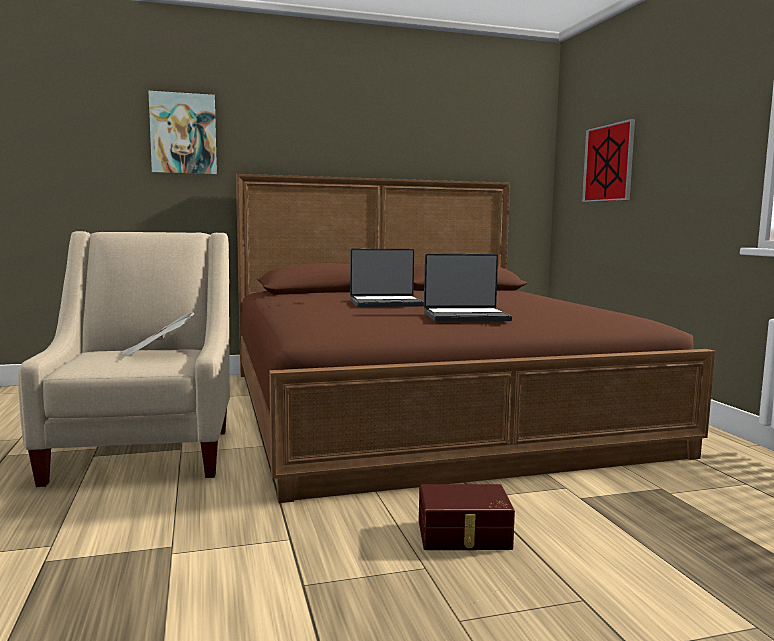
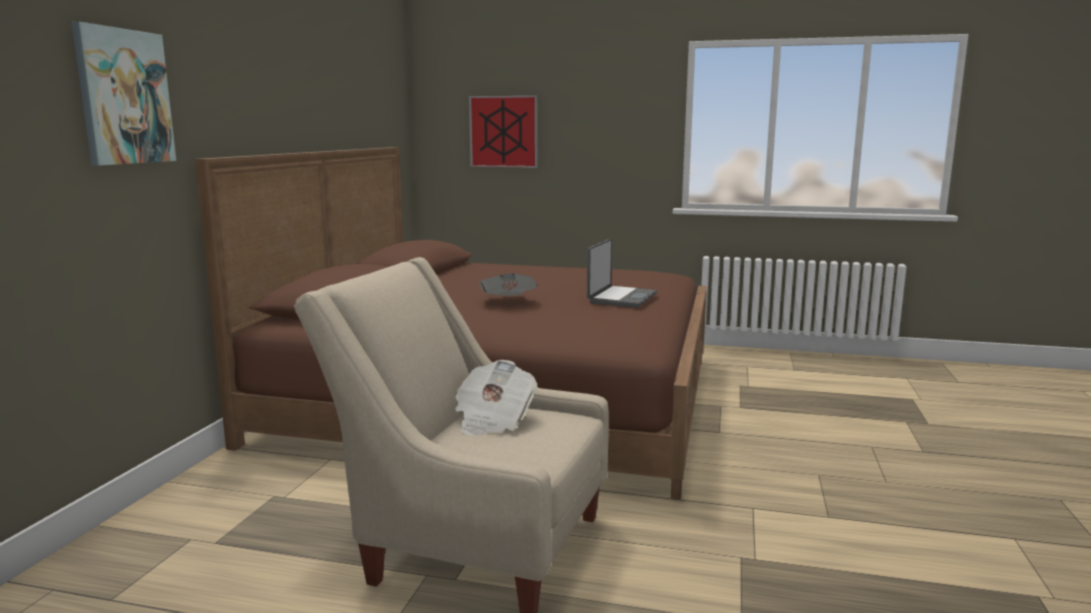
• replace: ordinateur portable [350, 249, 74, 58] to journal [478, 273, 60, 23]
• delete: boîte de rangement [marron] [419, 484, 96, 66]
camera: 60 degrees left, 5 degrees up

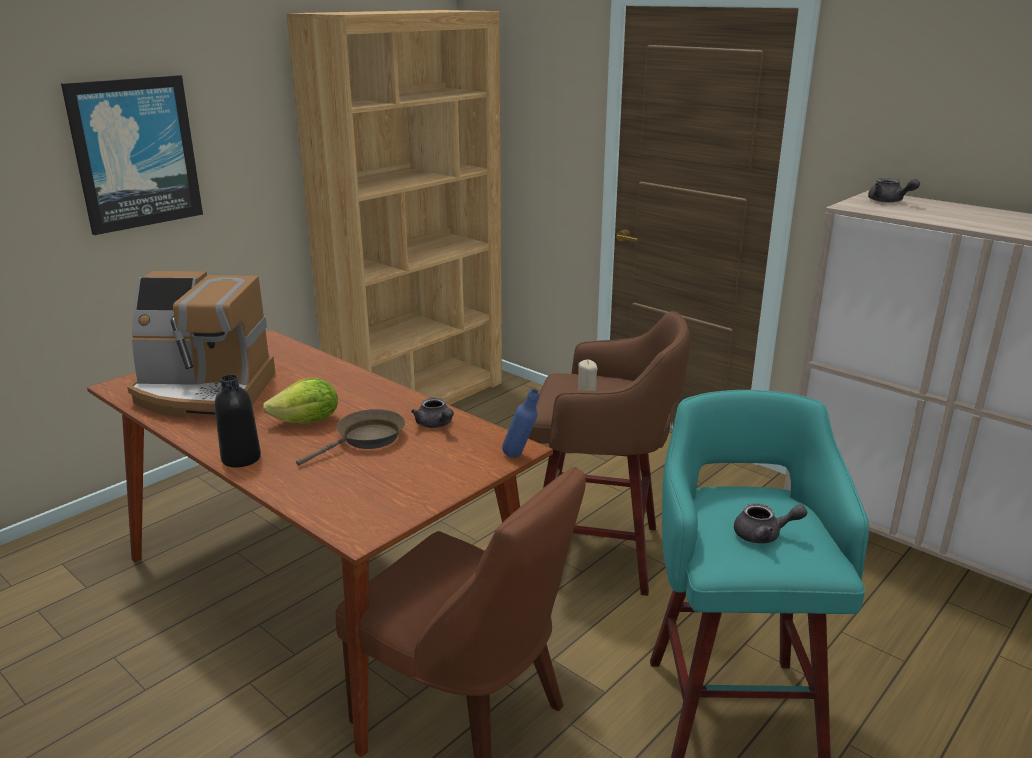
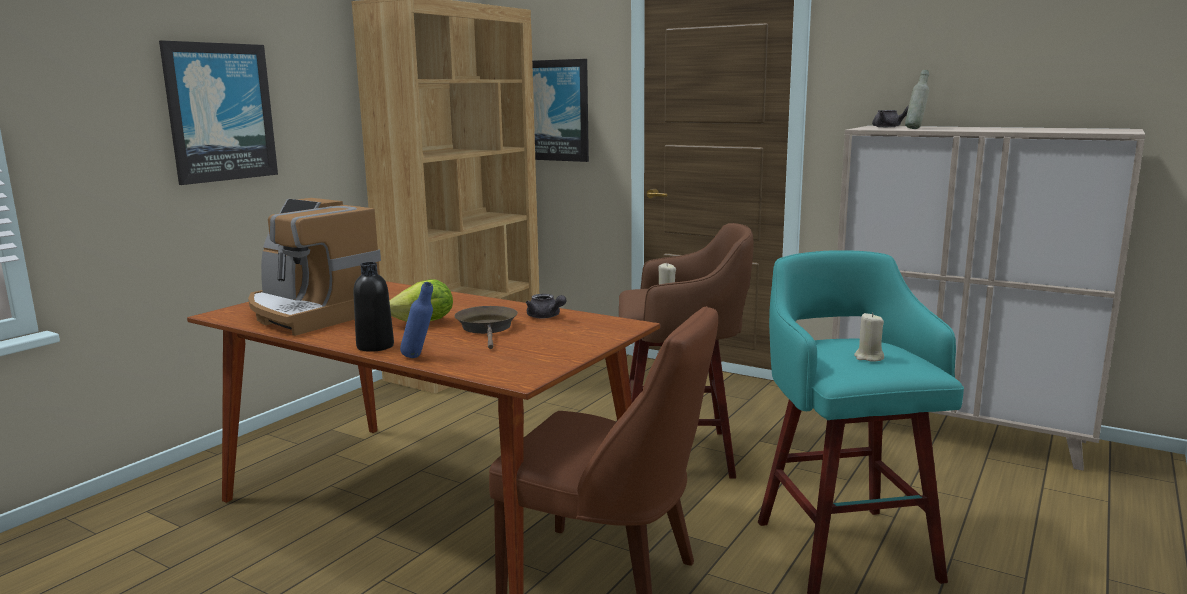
• rotate: machine à café [127, 271, 149, 147] = [248, 198, 133, 138] 45 degrees clockwise
• move: bouteille [bleu] [502, 388, 37, 70] to [400, 282, 33, 76]
• rotate: poêle [marron] [296, 409, 109, 57] = [455, 306, 62, 43] 45 degrees counterclockwise
• insert: tableau [532, 59, 57, 103]
• replace: théière [gris] [734, 503, 73, 41] to bougie [beige] [854, 313, 30, 48]
• insert: bouteille [gris] [905, 70, 24, 59]
camera: 10 degrees left, 10 degrees down

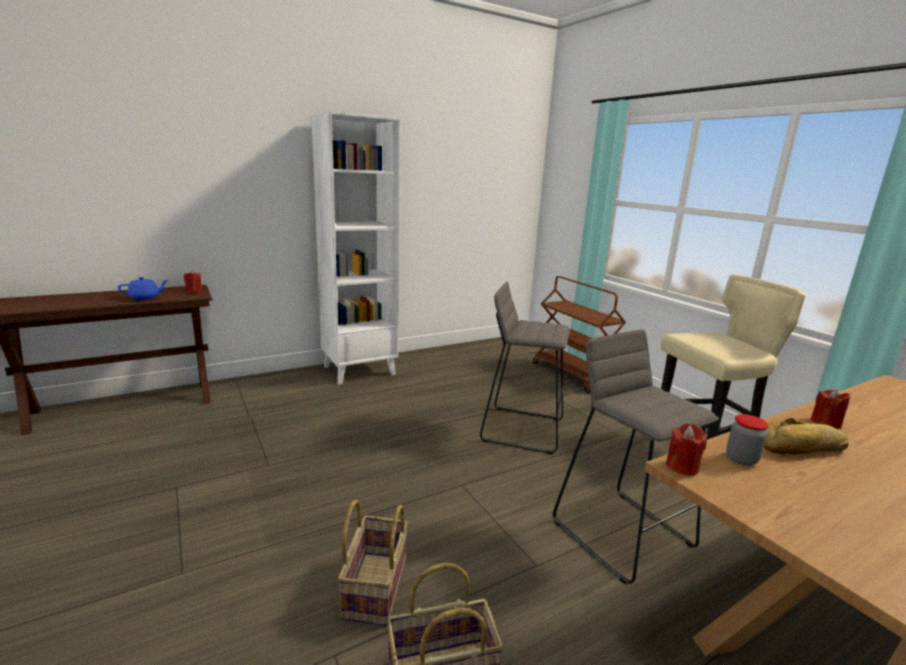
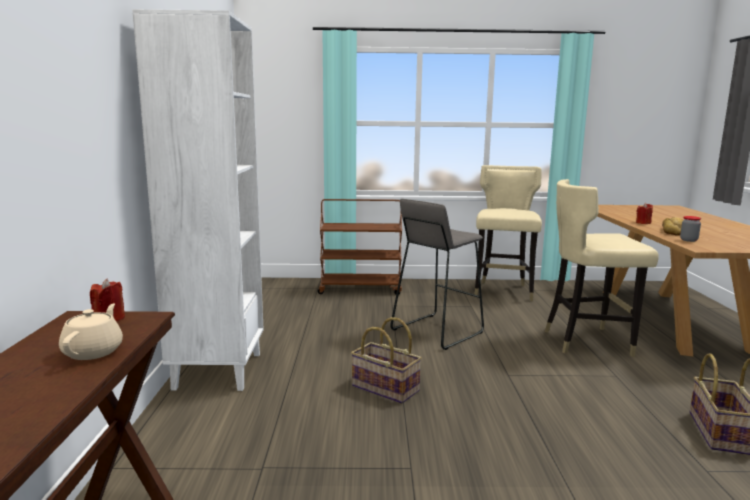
• recolor: théière [bleu] [118, 277, 51, 23] to théière [beige] [59, 303, 64, 57]
• move: panier [338, 500, 70, 126] to [351, 317, 71, 87]
• replace: tabouret [gris] [553, 329, 166, 255] to chaise [beige] [545, 179, 114, 178]
• delete: bougie [rouge] [666, 424, 41, 52]
camera: 60 degrees left, 5 degrees down

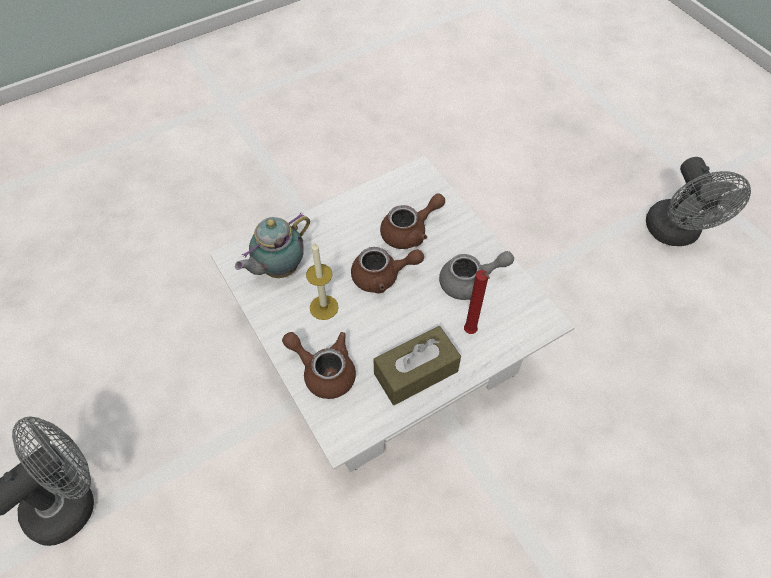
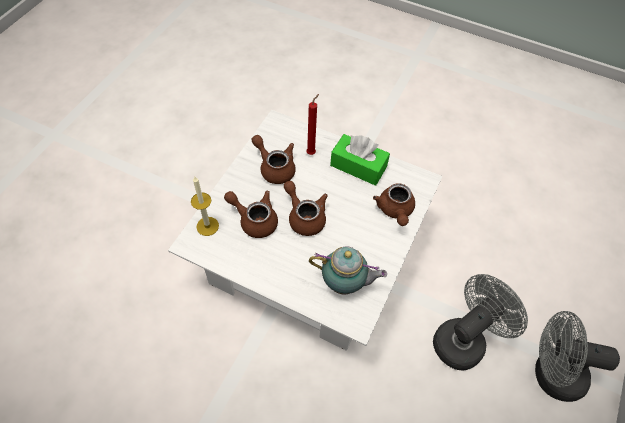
• move: bougie [306, 242, 33, 78] to [191, 177, 28, 59]
• recolor: théière [gris] [439, 251, 75, 49] to théière [marron] [252, 135, 44, 49]
• recolor: boîte à mouchoirs [marron] [373, 326, 88, 79] to boîte à mouchoirs [vert] [330, 134, 60, 52]
• move: ventilateur [gris] [646, 157, 105, 89] to [433, 274, 95, 96]
camera: 125 degrees left, 0 degrees up

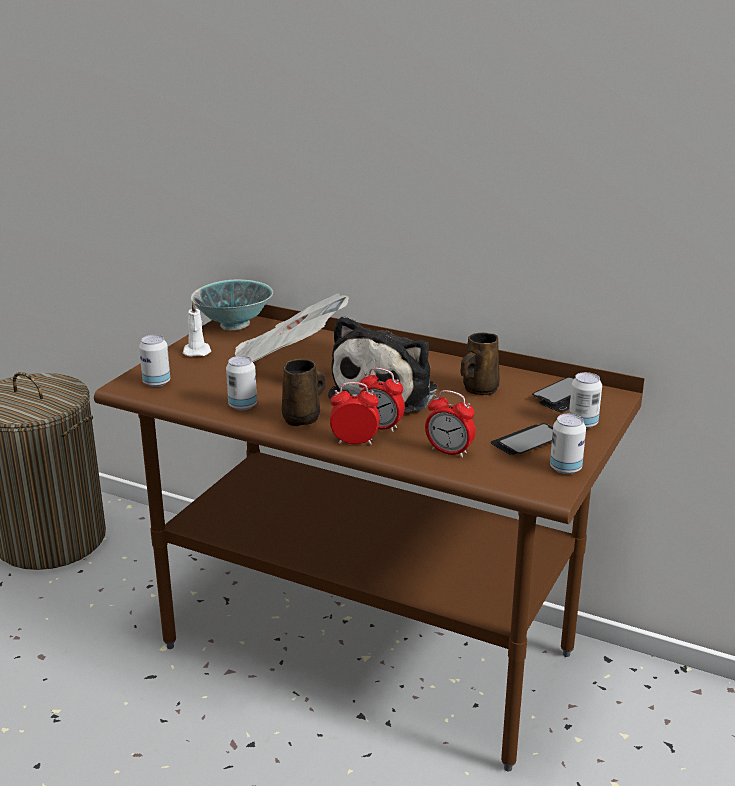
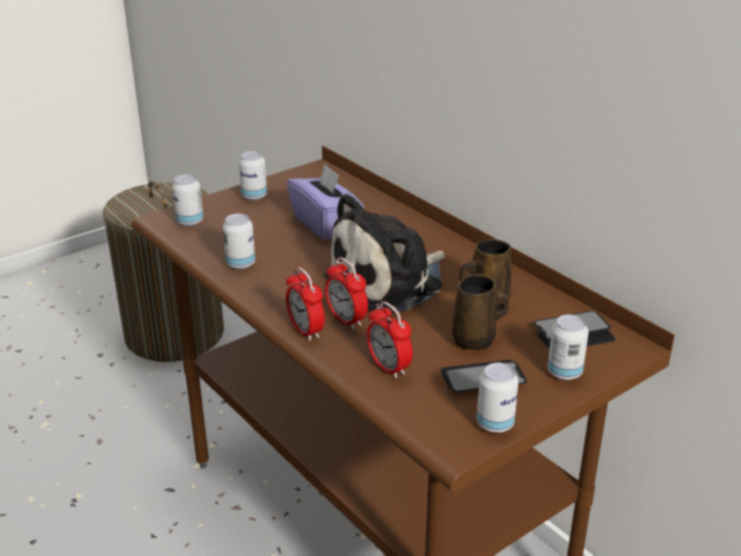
• replace: bougie [blanc] [183, 300, 28, 57] to boîte métallique [239, 151, 28, 50]
• rotate: réveil [330, 382, 50, 63] = [286, 267, 39, 74] 150 degrees counterclockwise
• replace: journal [235, 293, 114, 69] to boîte à mouchoirs [violet] [287, 164, 77, 76]
• move: mug [marron] [282, 359, 44, 67] to [452, 274, 57, 76]
• delete: bol [191, 279, 82, 52]
camera: 25 degrees right, 5 degrees up

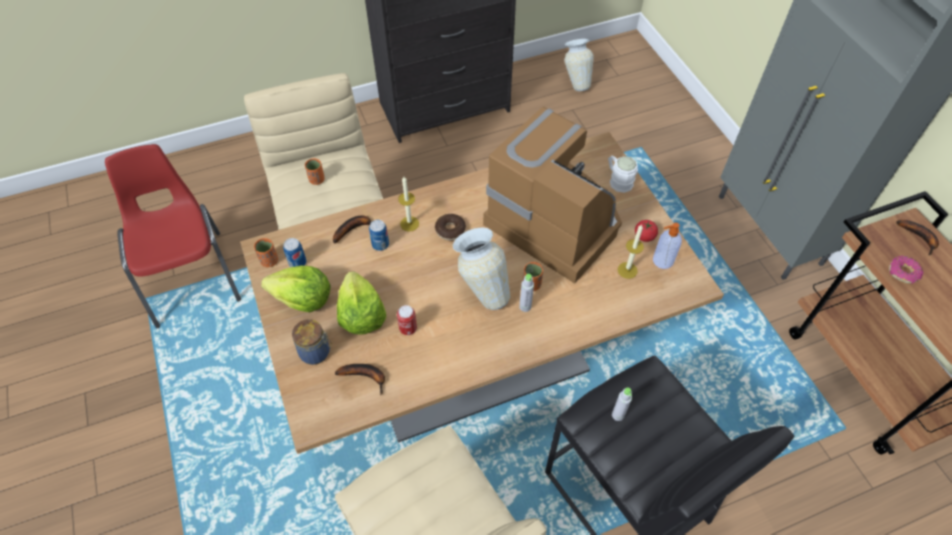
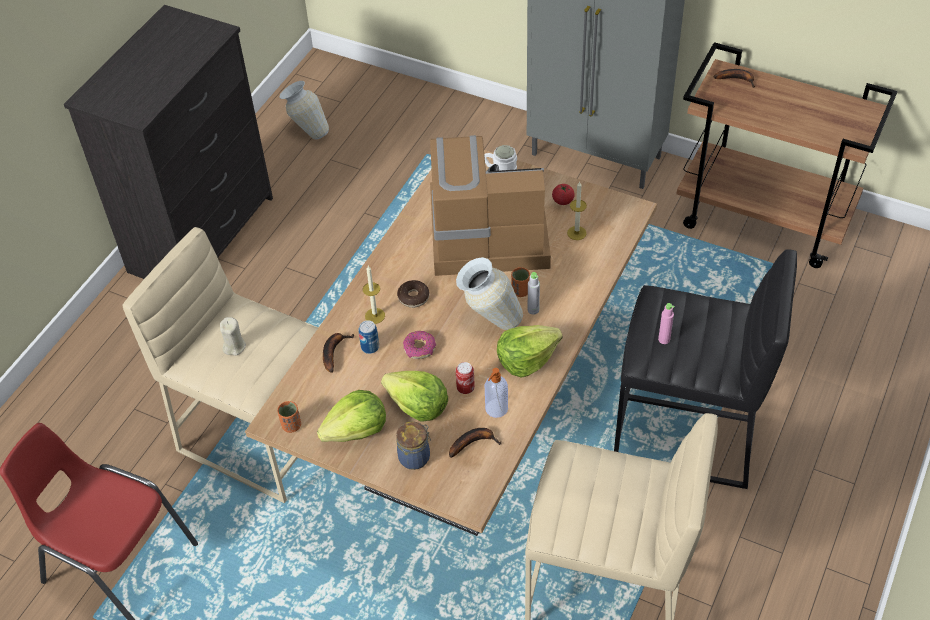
• replace: tasse [orange] [305, 158, 20, 27] to bougie [beige] [220, 317, 26, 39]
• move: beignet [889, 256, 34, 28] to [403, 331, 33, 28]
• move: distributeur de savon [653, 223, 29, 46] to [485, 368, 23, 50]
• insert: laitue [497, 325, 66, 53]
• recolor: bouteille [gris] [612, 387, 20, 34] to bouteille [rose] [658, 303, 16, 41]
• delete: boîte métallique [283, 238, 23, 29]
camera: 40 degrees left, 5 degrees down

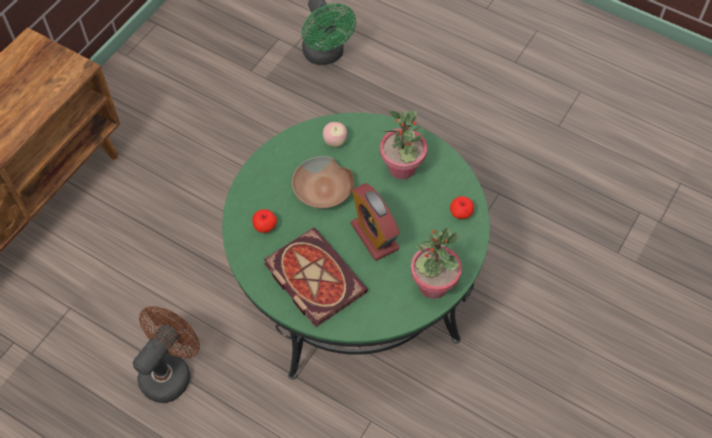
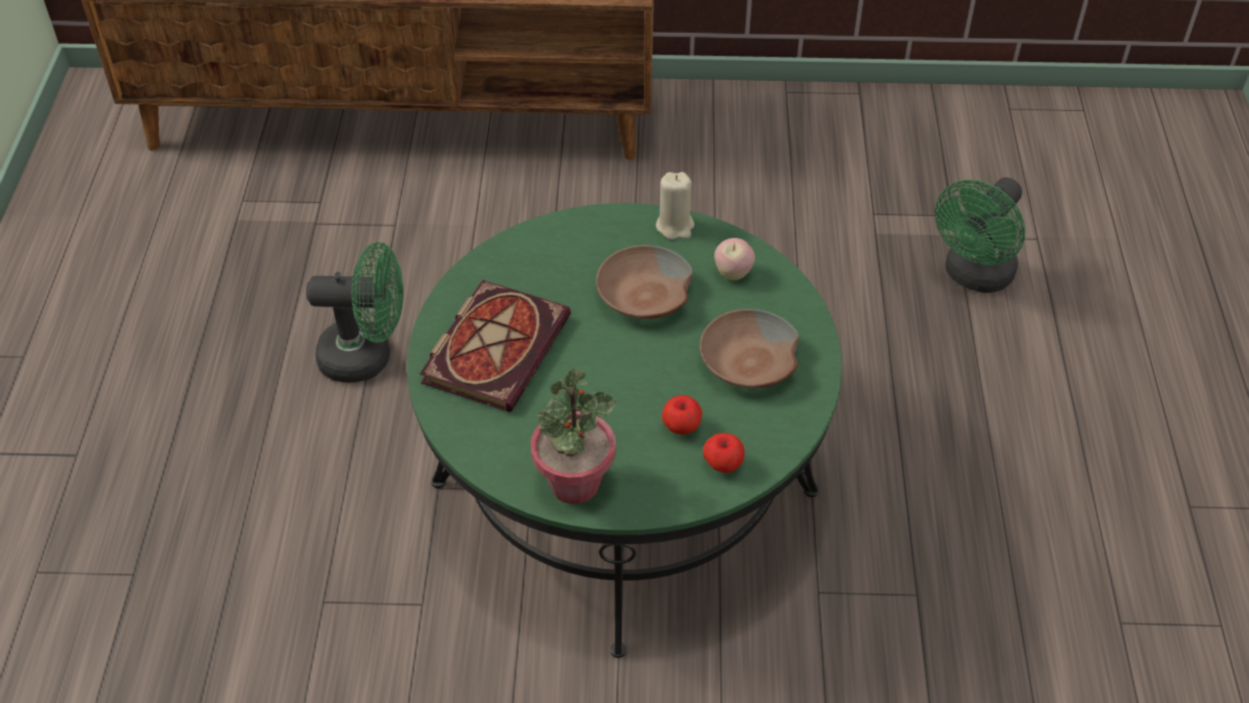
• recolor: ventilateur [marron] [133, 306, 67, 97] to ventilateur [vert] [306, 242, 97, 141]
• insert: bougie [beige] [656, 172, 38, 68]
• move: pomme [253, 209, 24, 24] to [662, 395, 40, 40]
• replace: plante en pot [380, 110, 47, 70] to bol [marron] [700, 309, 99, 80]
• delete: réveil [351, 183, 49, 78]
camera: 60 degrees right, 10 degrees down

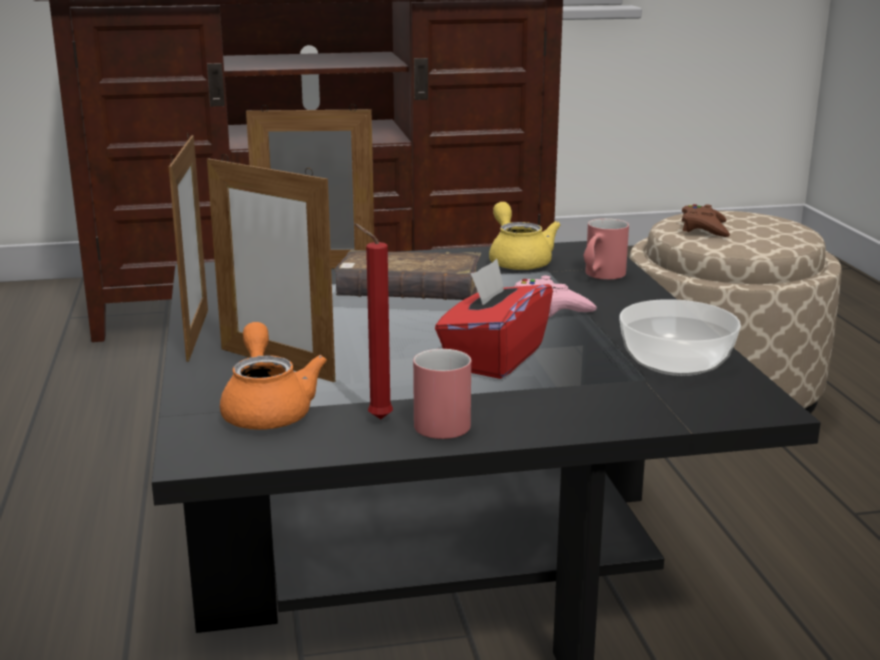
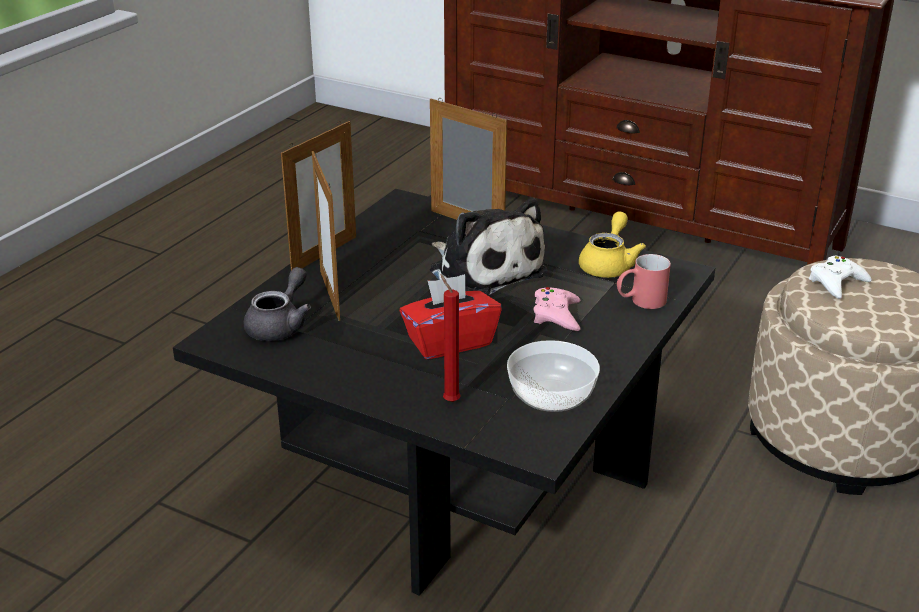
• recolor: théière [orange] [220, 322, 107, 108] to théière [gris] [243, 267, 68, 74]
• replace: livre [marron] [335, 250, 146, 50] to peluche [430, 198, 118, 98]
• move: bougie [rouge] [354, 223, 39, 196] to [440, 274, 21, 128]
• recolor: manette [marron] [682, 204, 48, 33] to manette [blanc] [809, 256, 63, 43]
• delete: mug [rouge] [413, 349, 58, 90]
camera: 40 degrees right, 10 degrees up

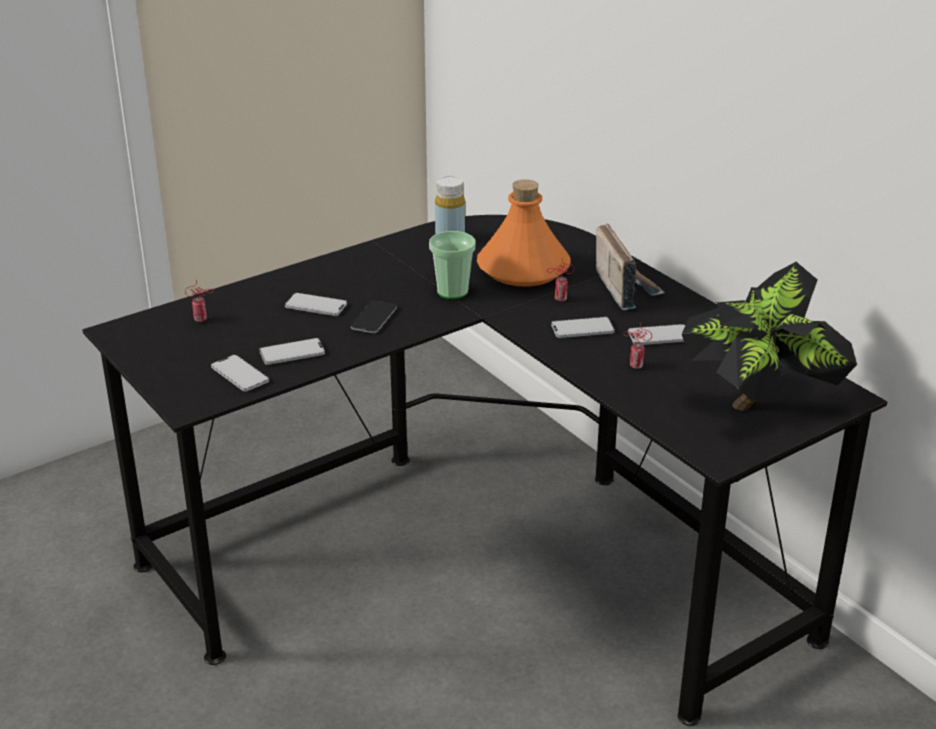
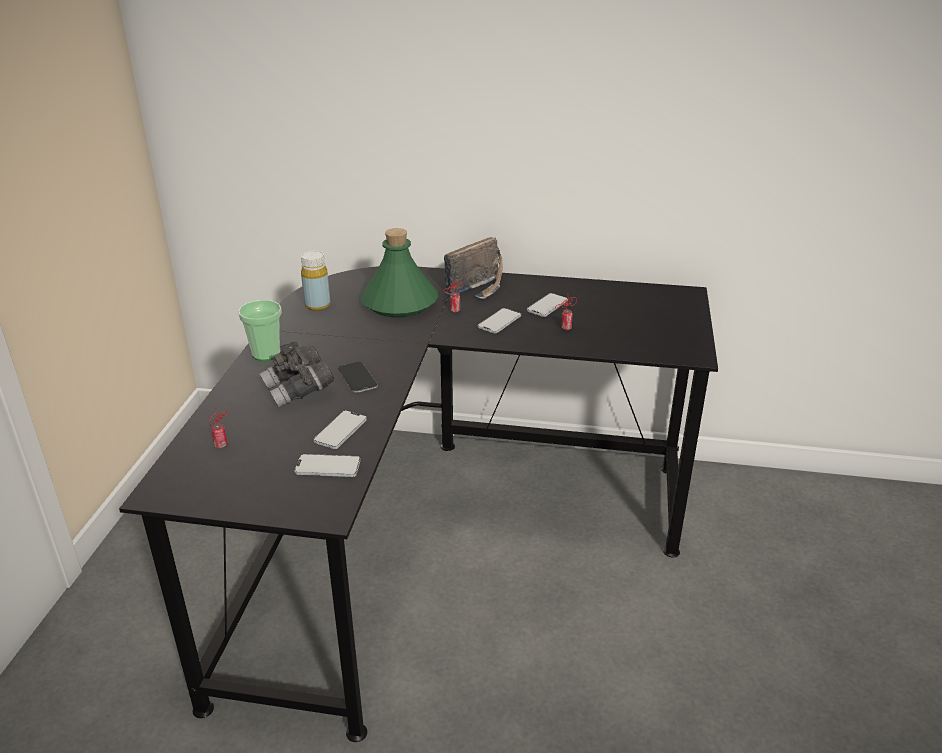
• move: tasse [429, 231, 47, 68] to [238, 300, 44, 61]
• replace: téléphone [285, 293, 62, 23] to jumelles [gris] [260, 342, 74, 65]
• recolor: bouteille [orange] [477, 179, 94, 108] to bouteille [vert] [360, 228, 78, 89]
• rotate: radio [596, 223, 69, 87] = [444, 237, 59, 62] 105 degrees clockwise
• delete: plante en pot [682, 262, 175, 149]
camera: 45 degrees left, 0 degrees up

